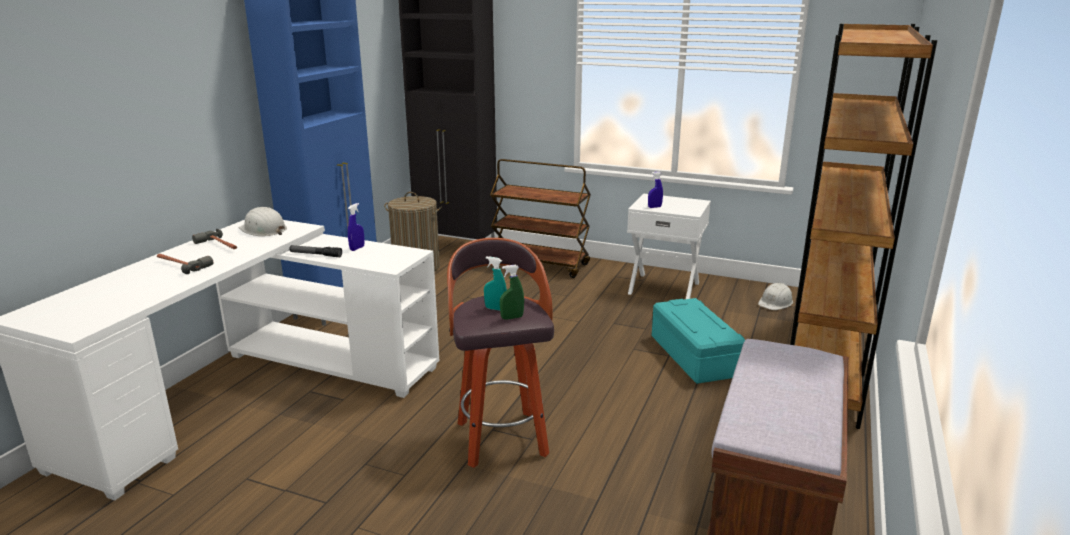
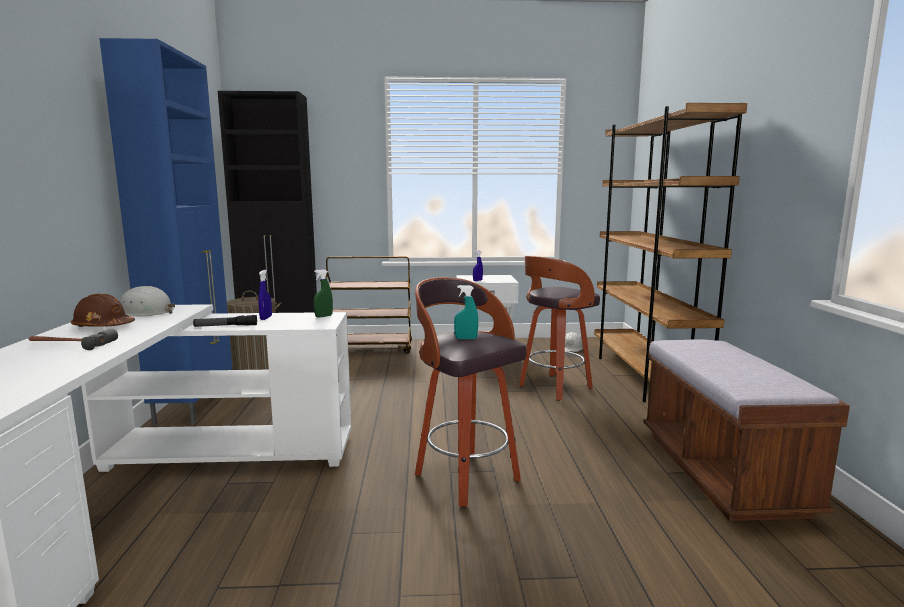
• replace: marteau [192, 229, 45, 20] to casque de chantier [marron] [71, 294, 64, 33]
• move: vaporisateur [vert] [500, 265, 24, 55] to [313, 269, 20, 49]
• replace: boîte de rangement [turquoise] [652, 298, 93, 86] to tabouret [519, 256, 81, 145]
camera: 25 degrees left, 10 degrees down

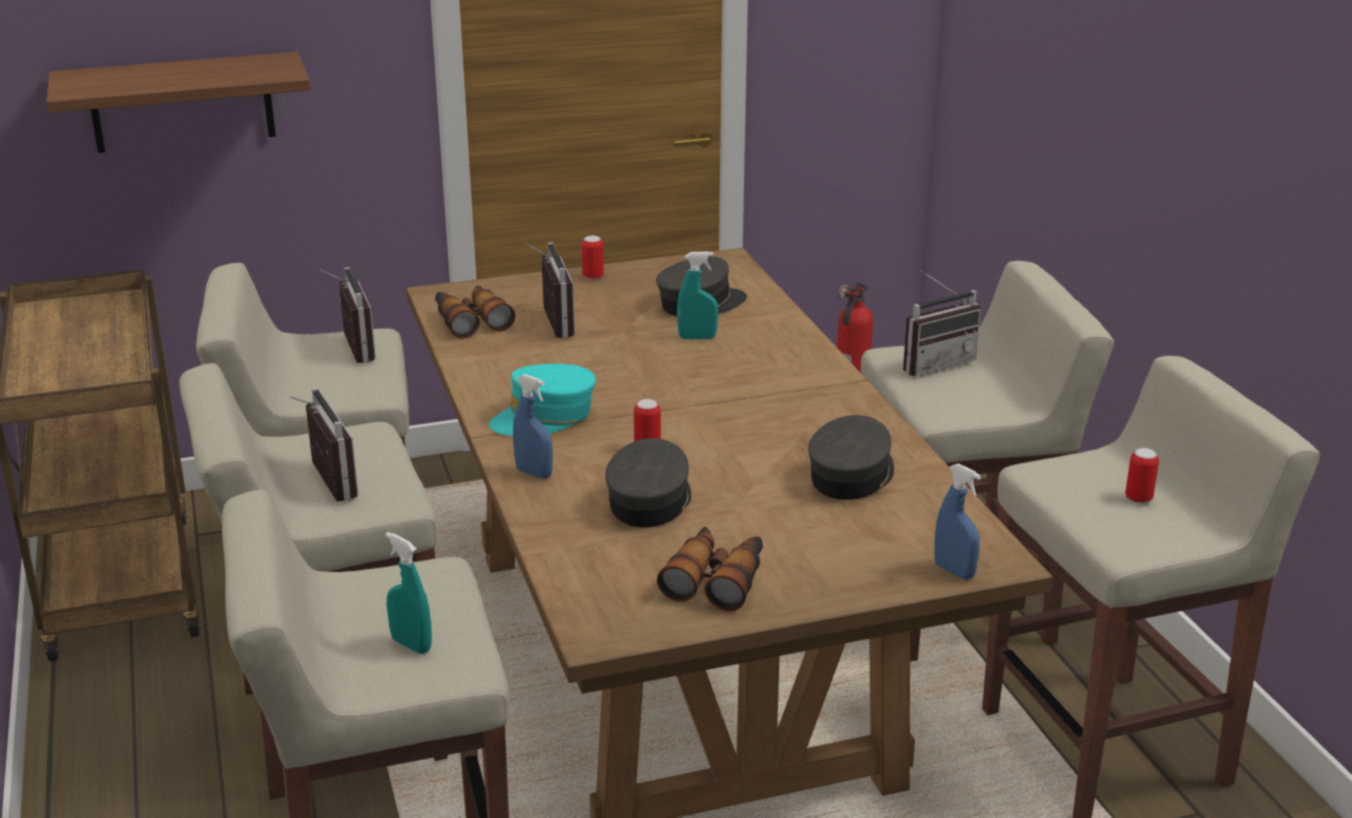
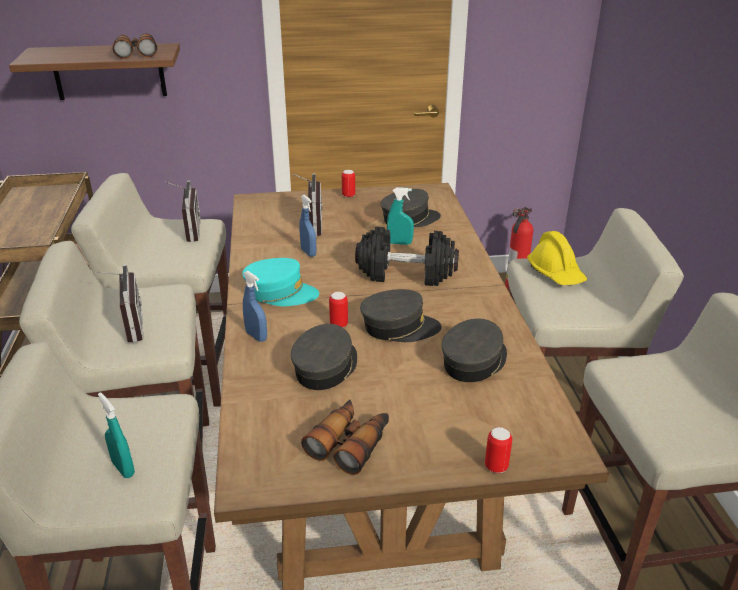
• move: jumelles [435, 285, 80, 54] to [112, 33, 45, 26]
• rotate: casquette [turquoise] [489, 364, 107, 72] = [242, 258, 77, 48] 150 degrees counterclockwise
• move: vaporisateur [bleu] [934, 463, 47, 117] to [299, 195, 17, 62]
• insert: haltère [noir] [355, 227, 104, 59]
• insert: casquette [gris] [360, 289, 81, 53]
• move: boîte métallique [1125, 448, 34, 56] to [485, 427, 27, 46]
• replace: radio [903, 270, 78, 106] to casque de chantier [jaune] [527, 231, 60, 54]
camera: 10 degrees right, 5 degrees up

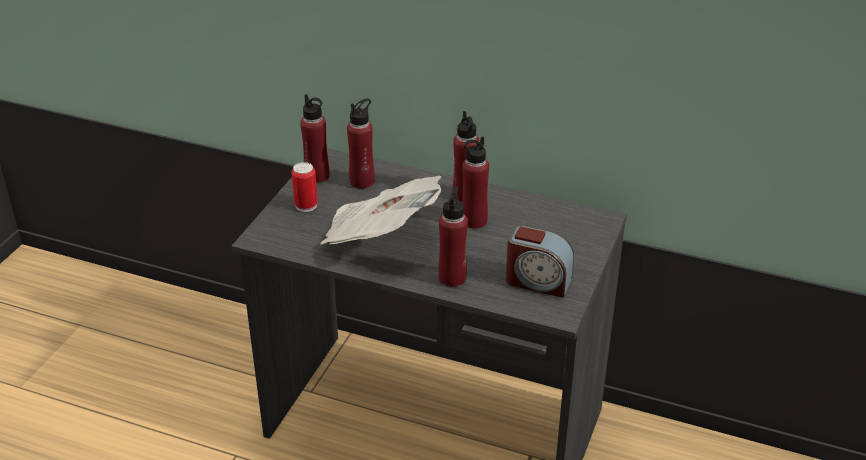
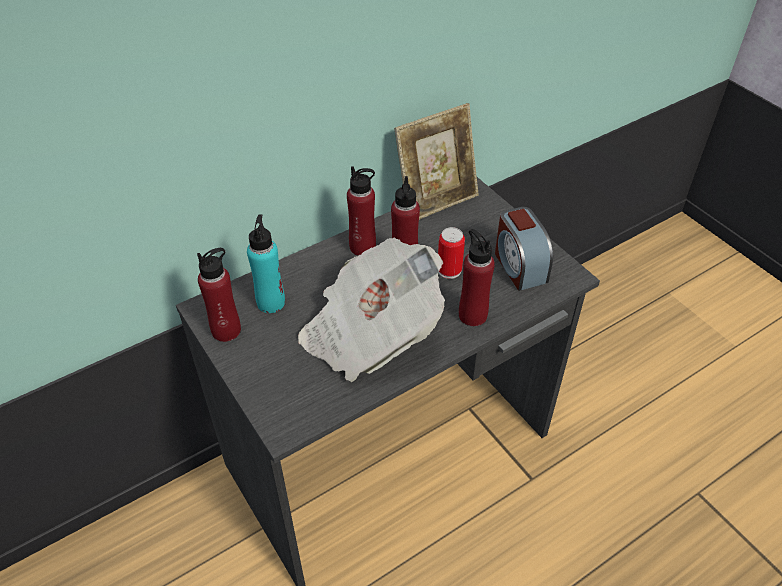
• recolor: bouteille [rouge] [347, 98, 28, 91] to bouteille [turquoise] [247, 214, 38, 99]
• insert: cadre photo [394, 103, 85, 117]
• move: boîte métallique [292, 162, 26, 50] to [438, 227, 27, 52]
• rotate: réveil [506, 224, 68, 74] = [495, 207, 58, 84] 105 degrees clockwise
camera: 55 degrees left, 10 degrees up

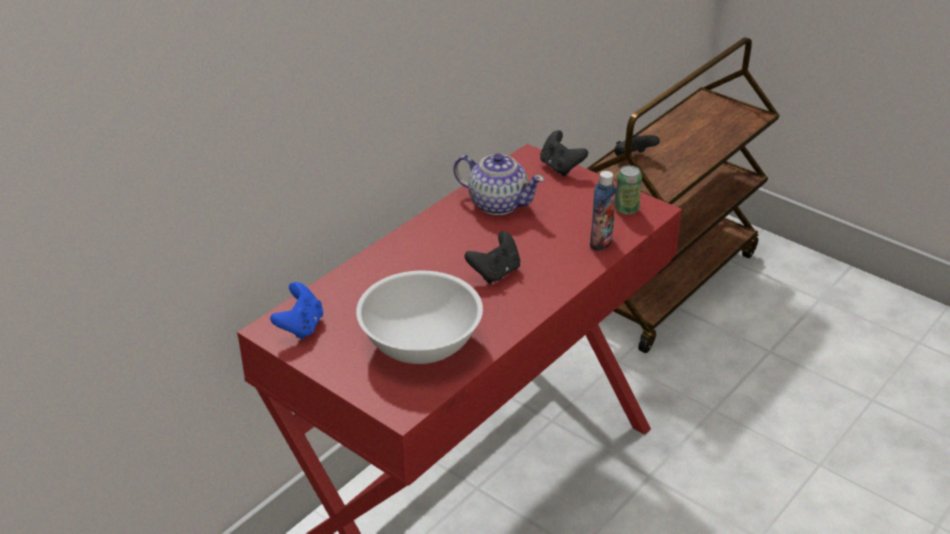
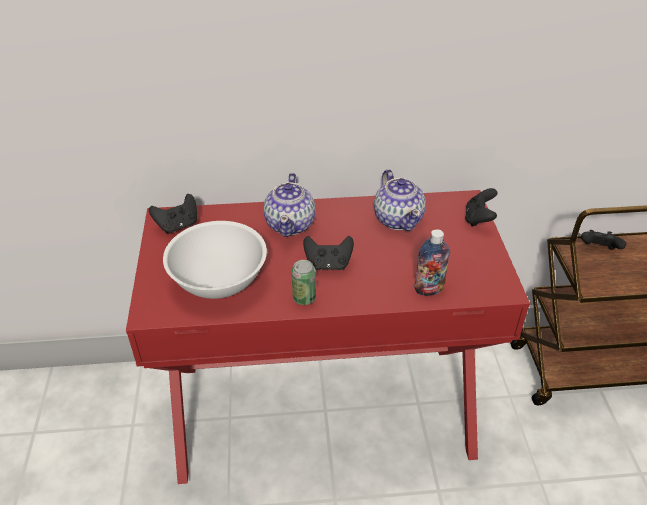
• recolor: manette [bleu] [270, 282, 53, 58] to manette [noir] [149, 194, 48, 40]
• insert: théière [264, 173, 51, 64]
• move: boîte métallique [615, 165, 27, 50] to [291, 260, 25, 45]
camera: 45 degrees right, 5 degrees up

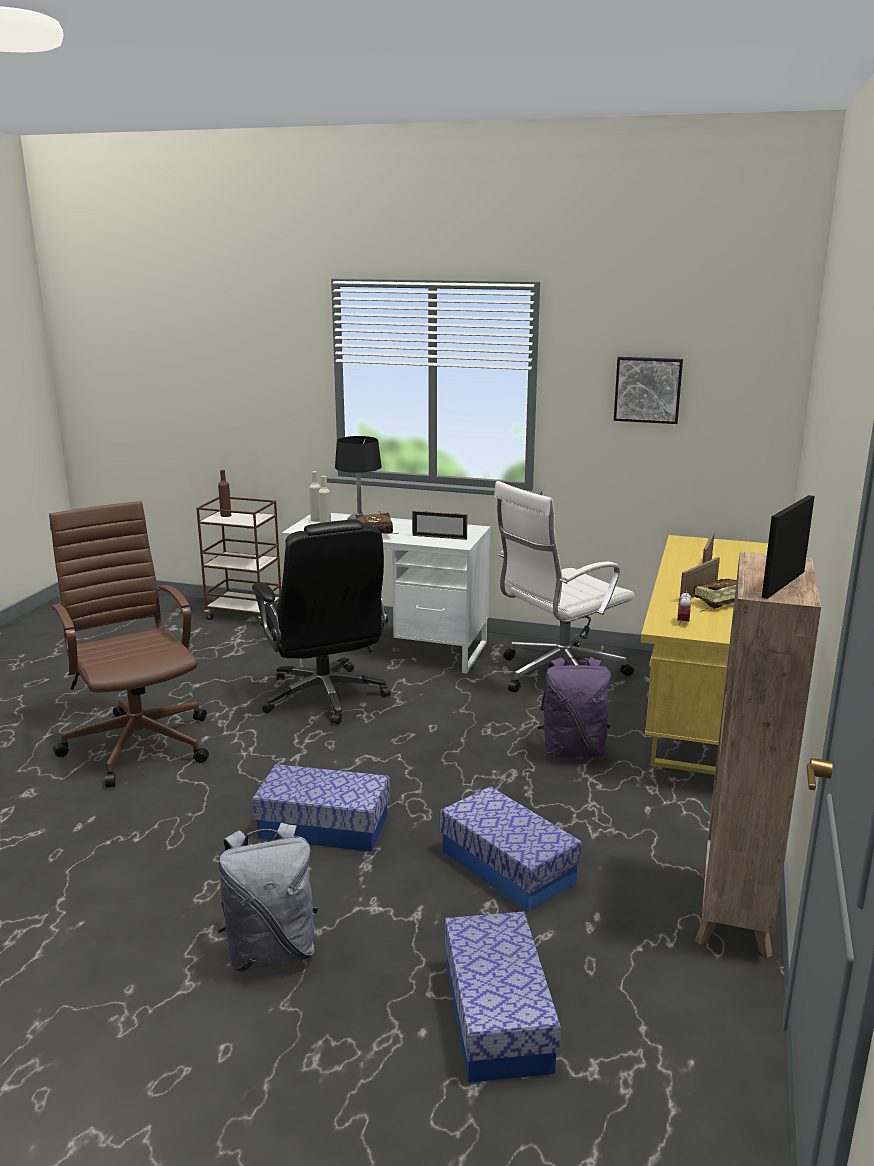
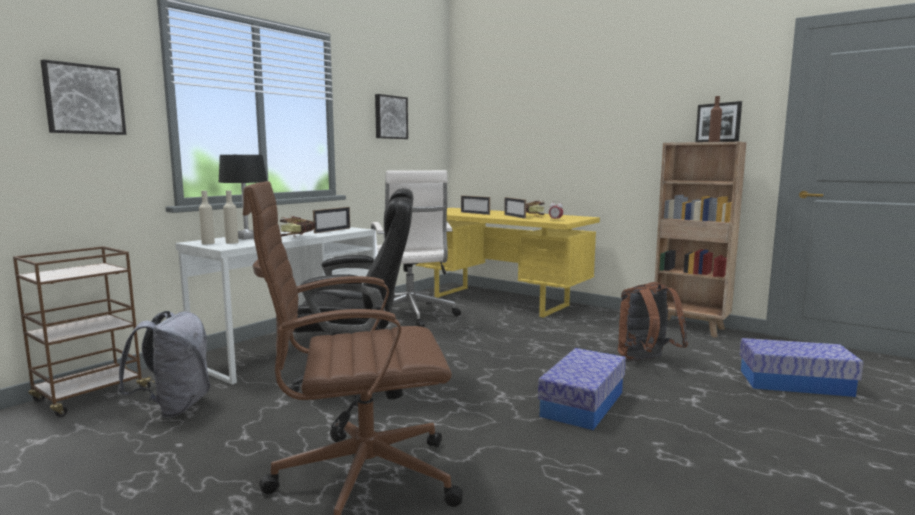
• insert: tableau [40, 59, 86, 76]
• move: sac à dos [gris] [218, 823, 100, 149] to [117, 311, 93, 107]
• replace: boîte de rangement [440, 786, 142, 126] to sac à dos [marron] [618, 282, 70, 79]
• move: bouteille [marron] [218, 470, 13, 47] to [709, 96, 13, 46]
• delete: sac à dos [violet] [538, 657, 73, 100]
camera: 70 degrees left, 10 degrees down

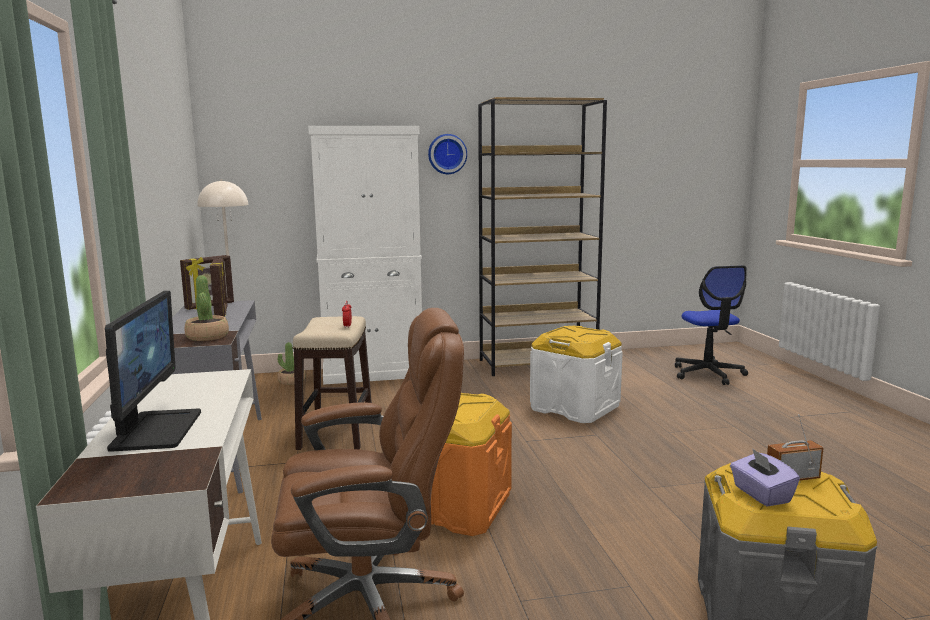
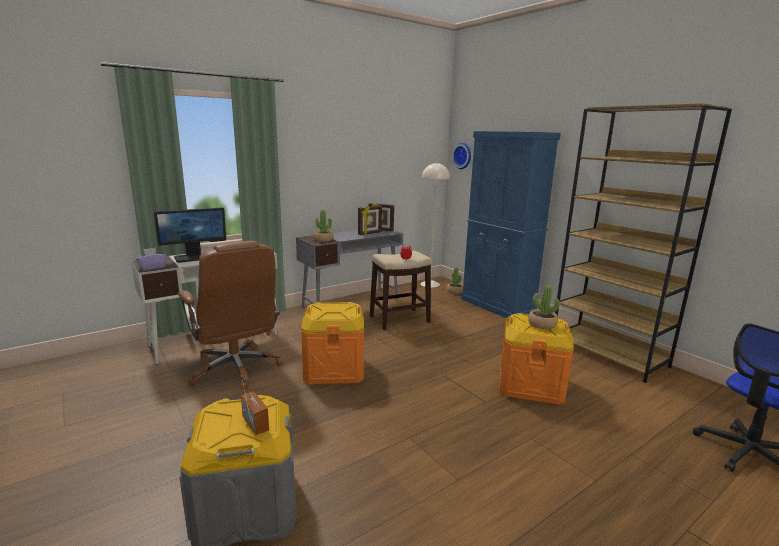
• move: boîte à mouchoirs [violet] [730, 448, 70, 59] to [136, 248, 31, 23]
• move: horloge murale [428, 134, 39, 40] to [452, 143, 19, 26]
• recolor: meuble de rangement [blanc] [308, 126, 114, 259] to meuble de rangement [bleu] [461, 131, 100, 188]
• recolor: boîte de rangement [blanc] [530, 326, 93, 97] to boîte de rangement [orange] [499, 313, 75, 92]
• insert: plante en pot [528, 285, 32, 44]
camera: 65 degrees right, 5 degrees up

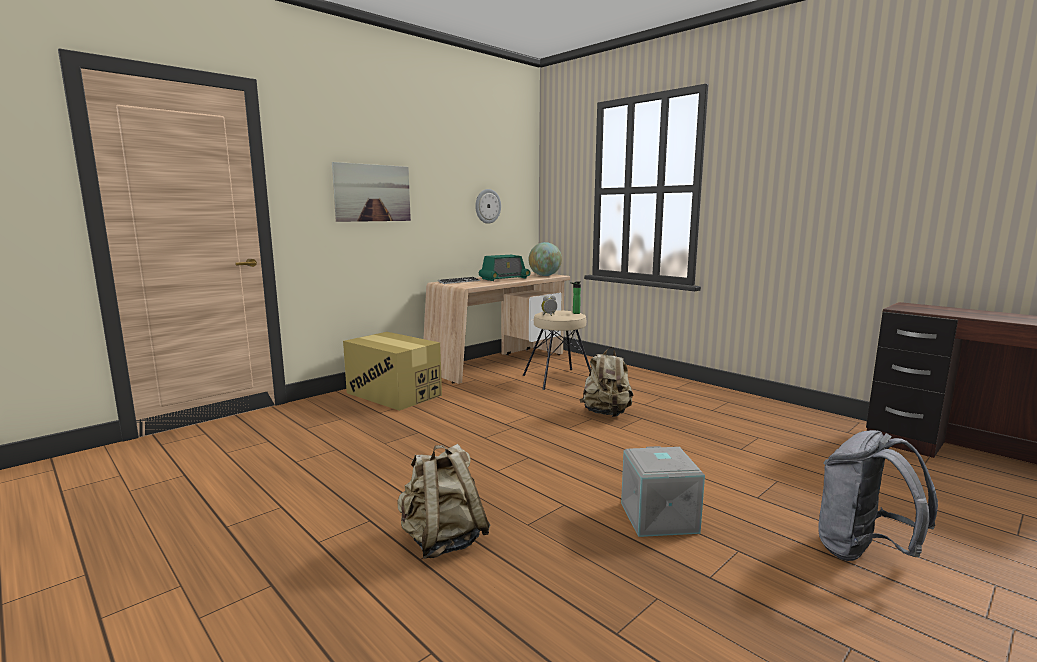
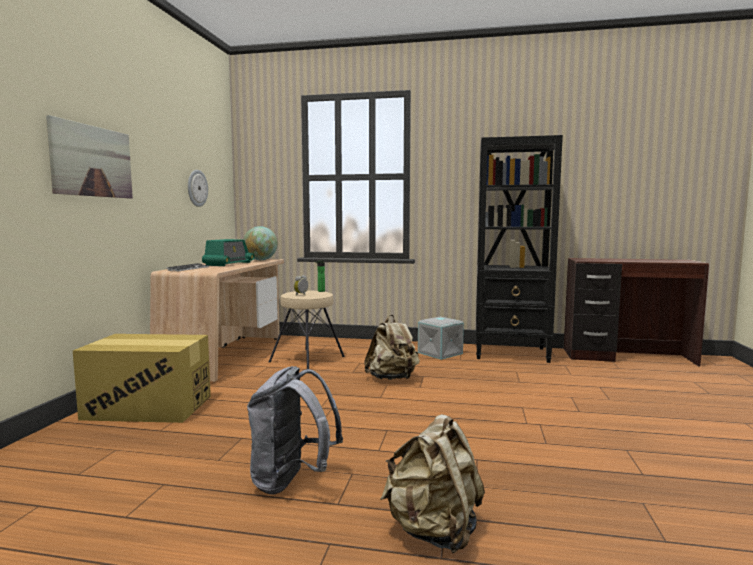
• move: sac à dos [gris] [818, 430, 120, 131] to [247, 366, 96, 129]
• move: boîte de rangement [gris] [621, 446, 84, 91] to [418, 317, 46, 43]
• insert: bibliothèque [noir] [476, 135, 87, 228]
camera: 35 degrees left, 5 degrees down

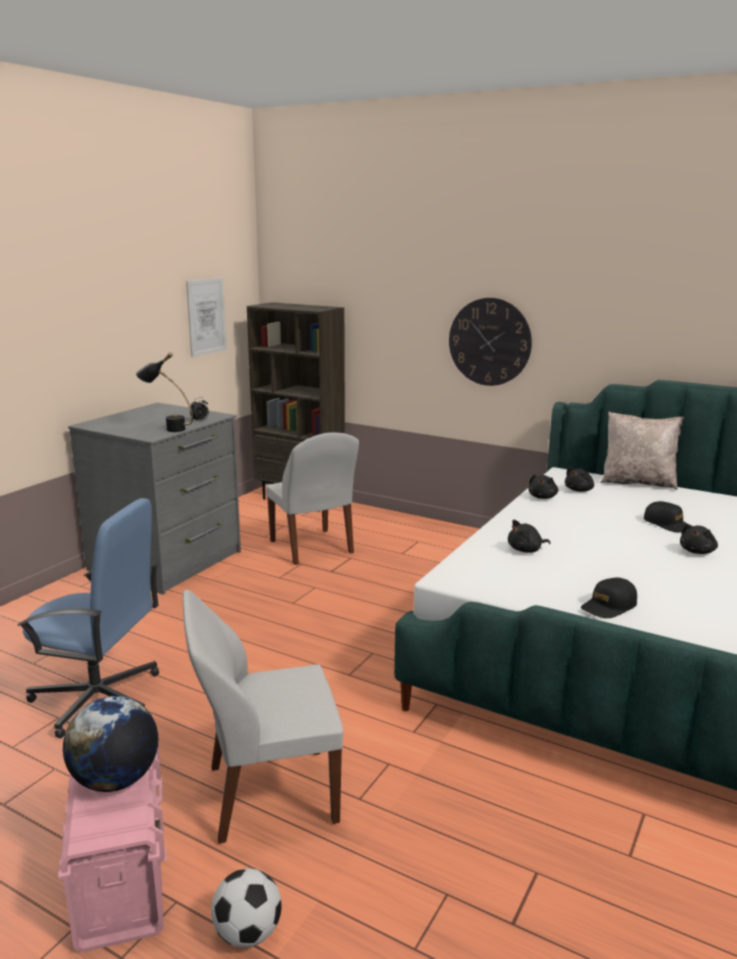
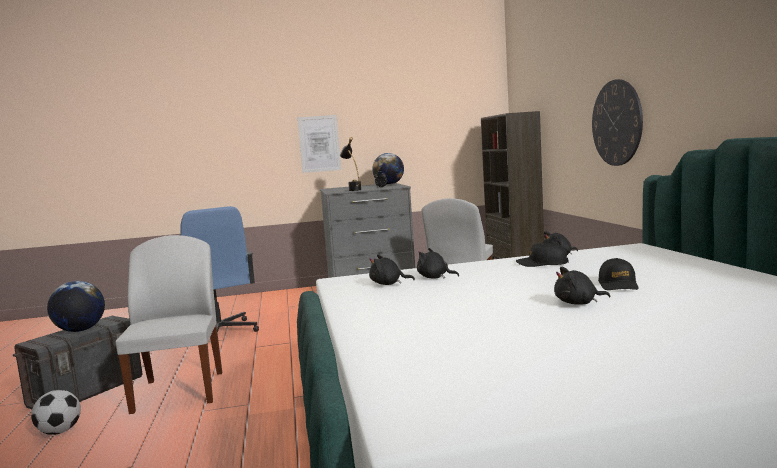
• recolor: boîte de rangement [rose] [58, 743, 108, 209] to boîte de rangement [gris] [13, 316, 129, 94]
• rotate: chaise [blanc] [183, 590, 160, 254] = [116, 235, 106, 179] 45 degrees clockwise
• move: tableau [186, 278, 41, 79] to [297, 115, 44, 58]
• move: peluche [noir] [565, 467, 29, 25] to [369, 254, 46, 31]
• insert: globe [372, 153, 32, 32]
• move: casquette [noir] [581, 577, 56, 41] to [516, 242, 52, 25]
• delete: coussin [beige] [600, 412, 84, 78]
camera: 50 degrees right, 10 degrees down

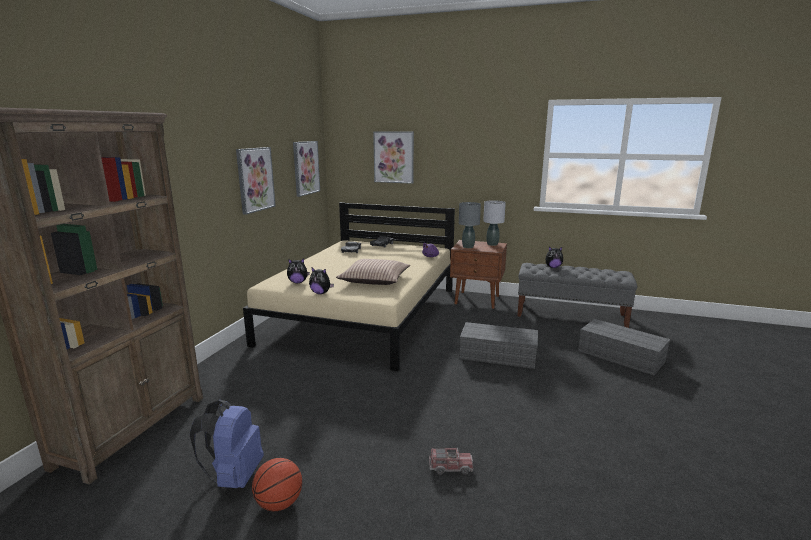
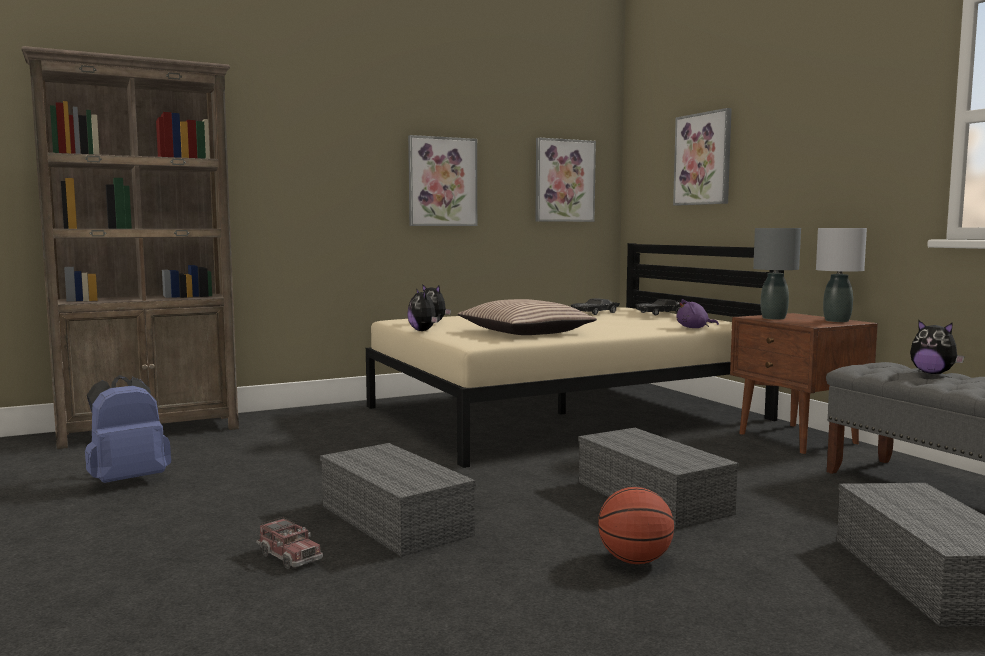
• insert: boîte de rangement [gris] [320, 443, 156, 114]
• move: ballon de basket [252, 458, 50, 53] to [598, 487, 76, 77]
camera: 45 degrees right, 10 degrees down

